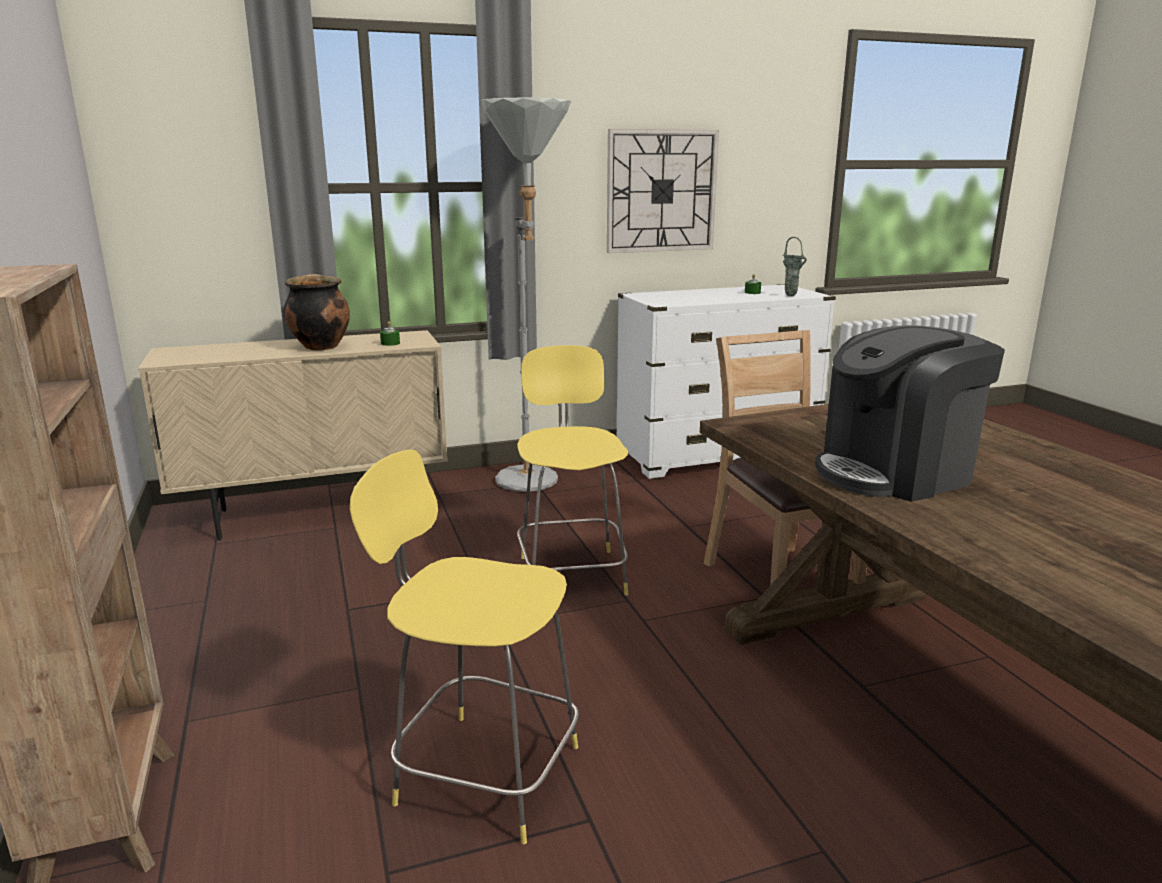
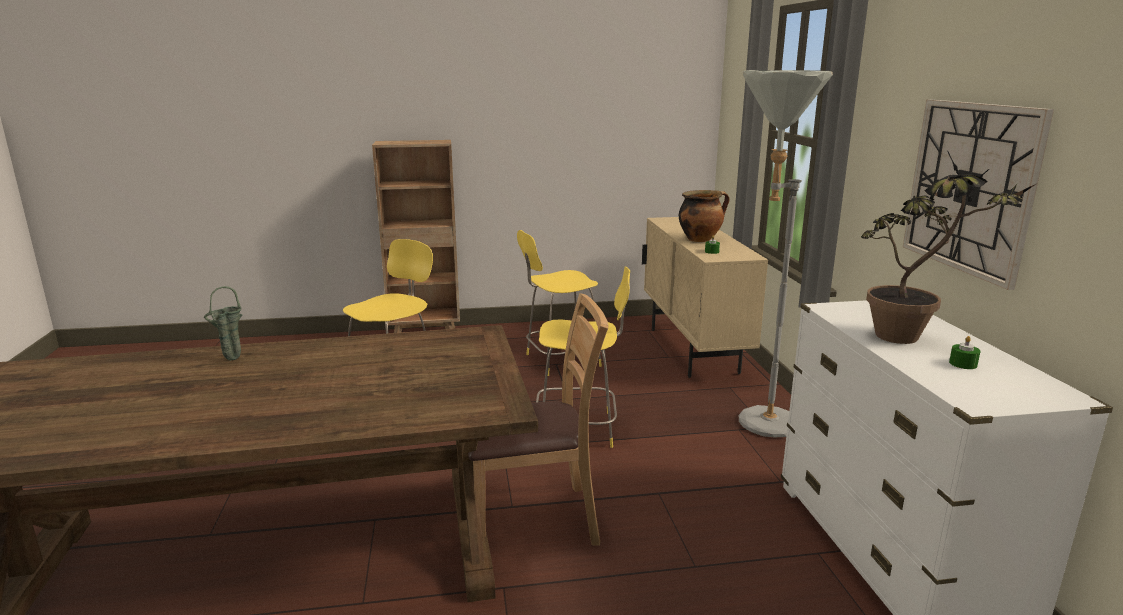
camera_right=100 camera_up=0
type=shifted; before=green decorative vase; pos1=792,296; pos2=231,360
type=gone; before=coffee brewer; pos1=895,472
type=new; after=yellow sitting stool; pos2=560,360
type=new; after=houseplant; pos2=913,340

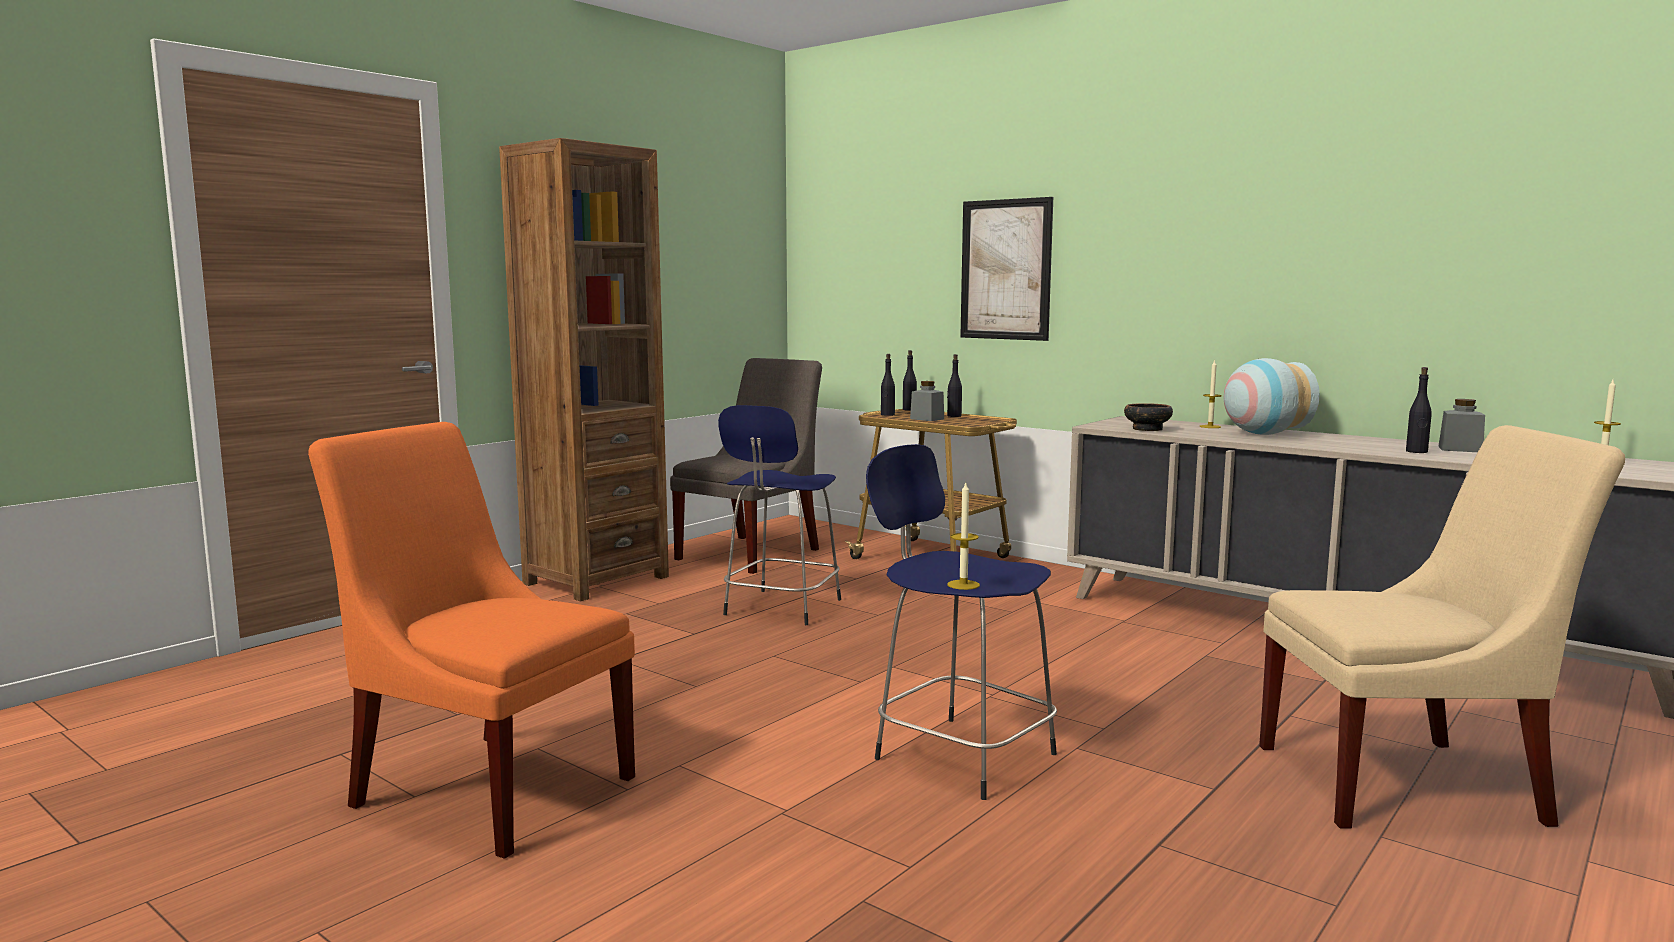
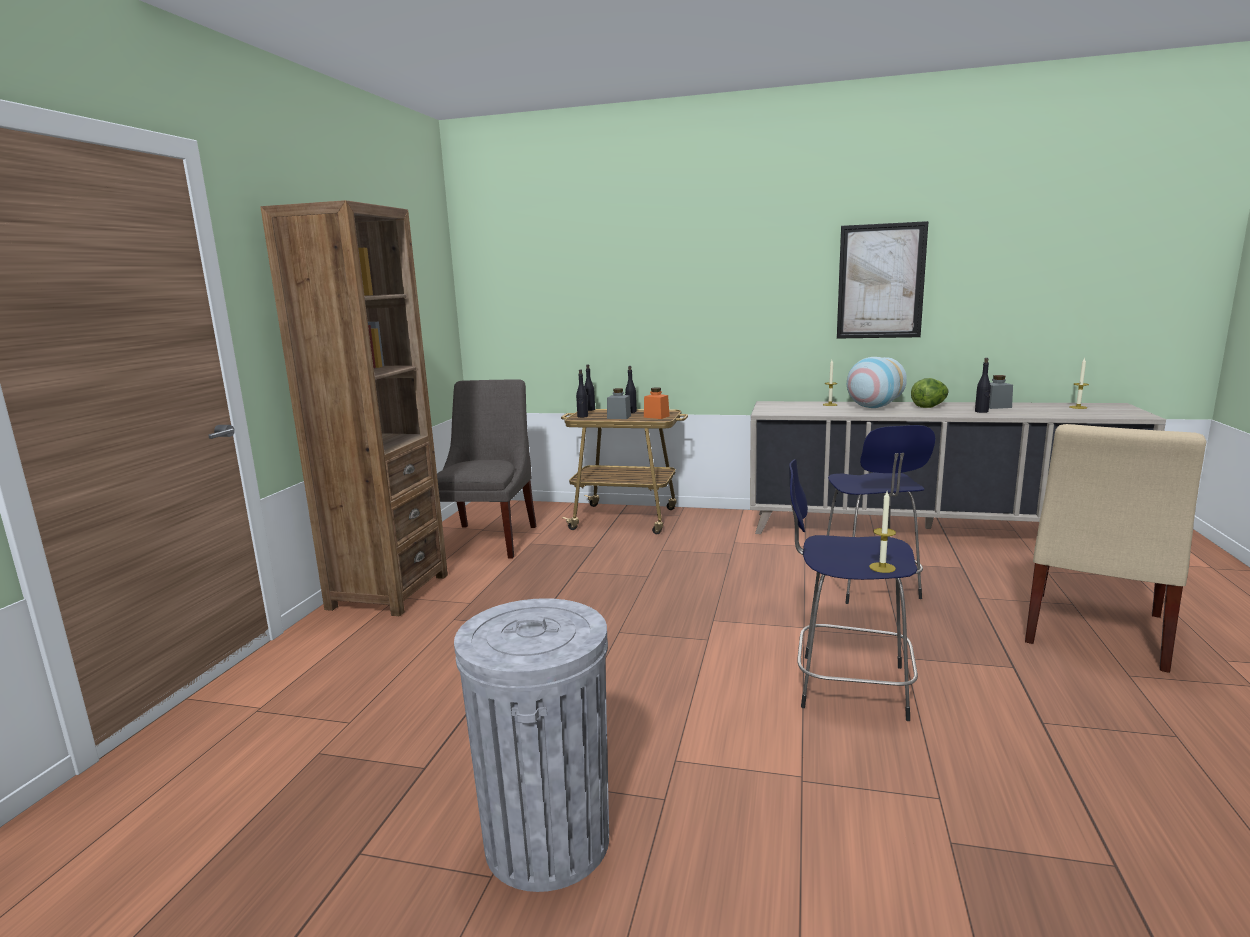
camera_right=-25 camera_up=5
type=swapped; before=orange-coloured upright chair; after=gray waste bin; pos1=488,787; pos2=547,840
type=shifted; before=blue sitting stool; pos1=781,608; pos2=870,587
type=shifted; before=wall picture; pos1=1005,269; pos2=880,281
type=gone; before=deep dish; pos1=1146,429
type=rotated; before=beige-coloured upright chair; pos1=1410,783; pos2=1093,631; turn=150
type=new; after=orange-coloured storage jar; pos2=656,416
type=new; after=lettuce; pos2=929,407

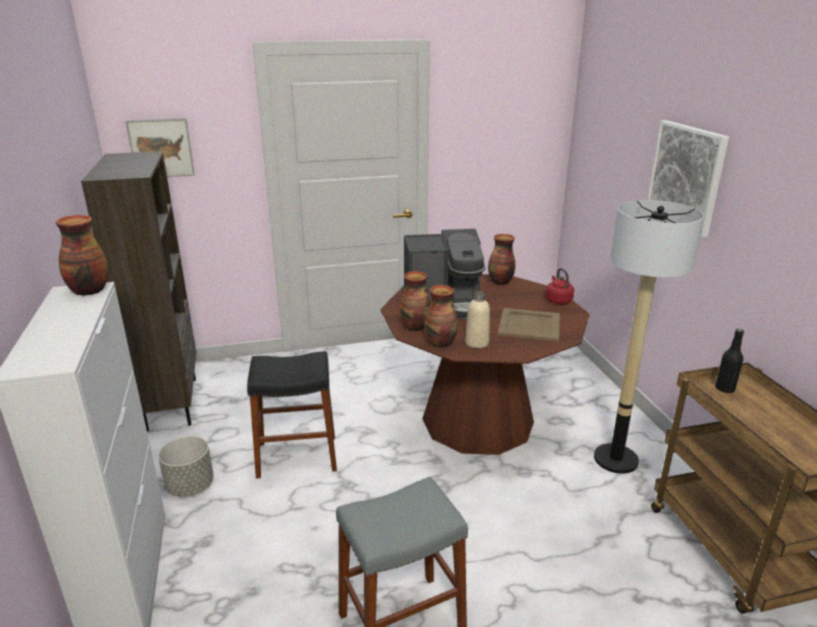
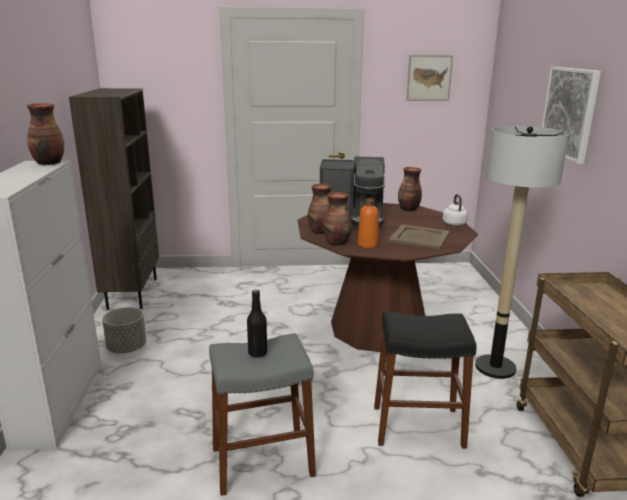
camera_right=10 camera_up=-5
type=shifted; before=wall picture; pos1=161,148; pos2=429,78
type=shifted; before=blackish sitting stool; pos1=297,456; pos2=418,426
type=repainted; before=beige-coloured beverage bottle; after=orange-coloured beverage bottle; pos1=477,343; pos2=367,245
type=repainted; before=red-coloured tea kettle; after=white tea kettle; pos1=558,300; pos2=453,223
type=shifted; before=blackish beverage bottle; pos1=724,389; pos2=257,353

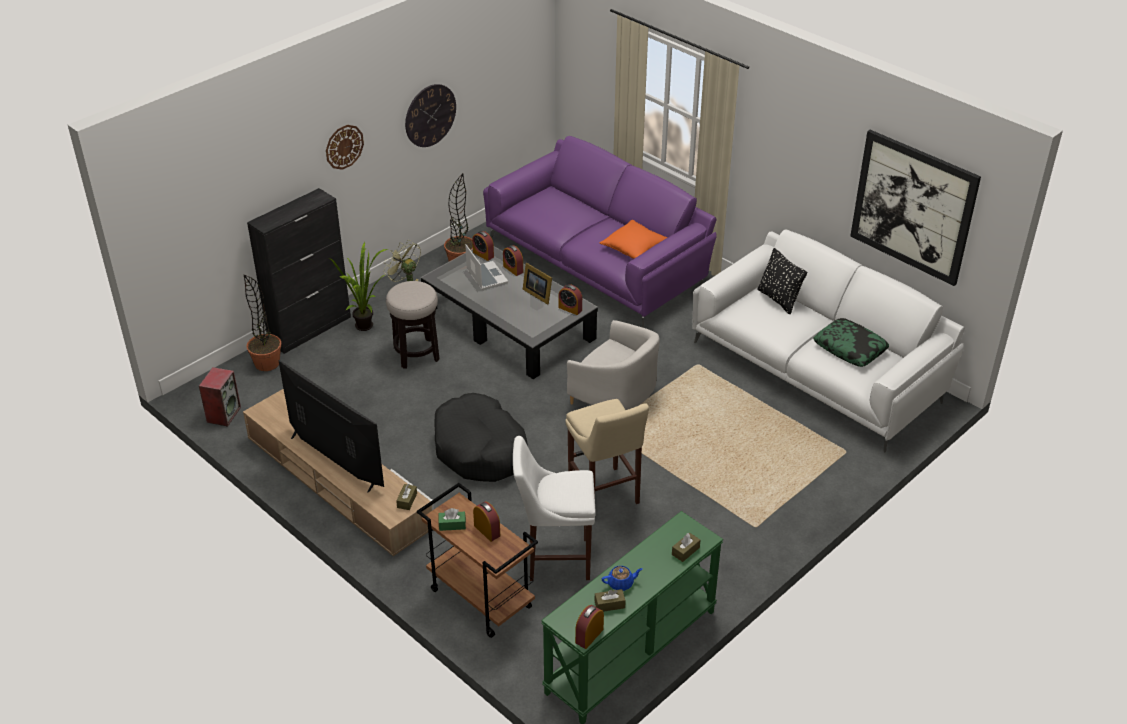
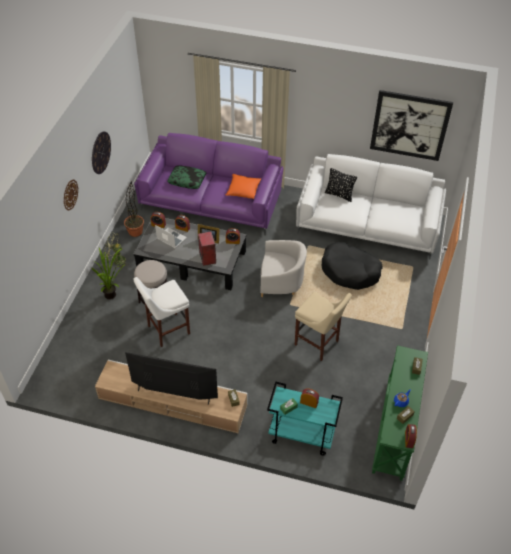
camera_right=-30 camera_up=10
type=shifted; before=speaker; pos1=223,414; pos2=207,258
type=gone; before=houseplant; pos1=267,363
type=gone; before=blackish cabinet; pos1=310,329
type=repainted; before=brown trolley; after=turquoise-coloured trolley; pos1=479,598; pos2=300,435
type=shifted; before=blackish pet bed; pos1=481,449; pos2=350,271
type=shifted; before=white sitting stool; pos1=555,559; pos2=166,330
type=shifted; before=throw pillow; pos1=850,348; pos2=187,180

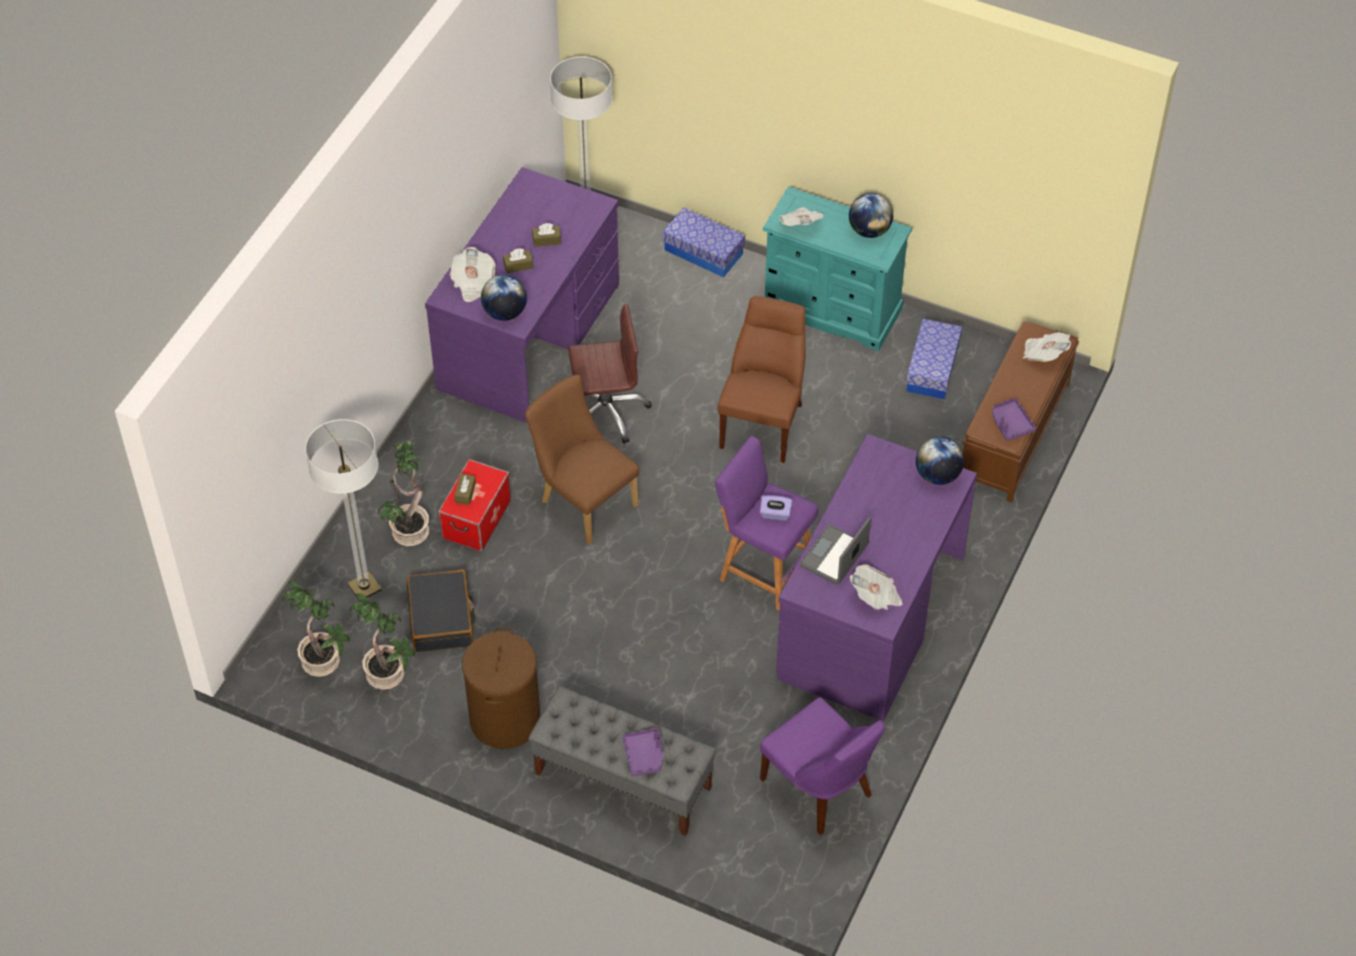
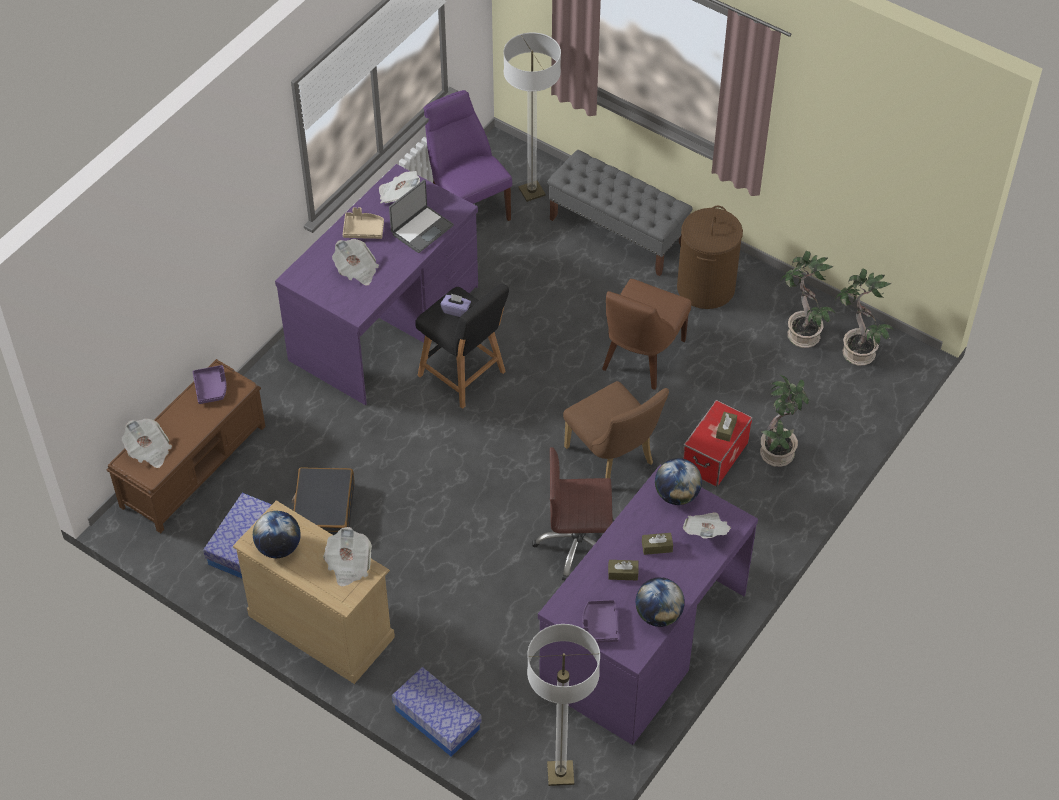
camera_right=-170 camera_up=0
type=shifted; before=standard lamp; pos1=364,587; pos2=532,192
type=shifted; before=blackish piece of luggage; pos1=441,619; pos2=323,511
type=shifted; before=purple-coloured tray; pos1=644,755; pos2=599,625
type=repainted; before=purple-coloured sitting stool; after=blackish sitting stool; pos1=763,568; pos2=464,376
type=shifted; before=brown upright chair; pos1=763,422; pos2=641,357
type=repainted; before=turquoise-coloured chest of drawers; after=beige-coloured chest of drawers; pos1=831,309; pos2=321,626
type=shifted; before=desk globe; pos1=937,475; pos2=658,614
type=new; after=daily paper; pos2=356,270
type=new; after=beige-coloured tray; pos2=363,230

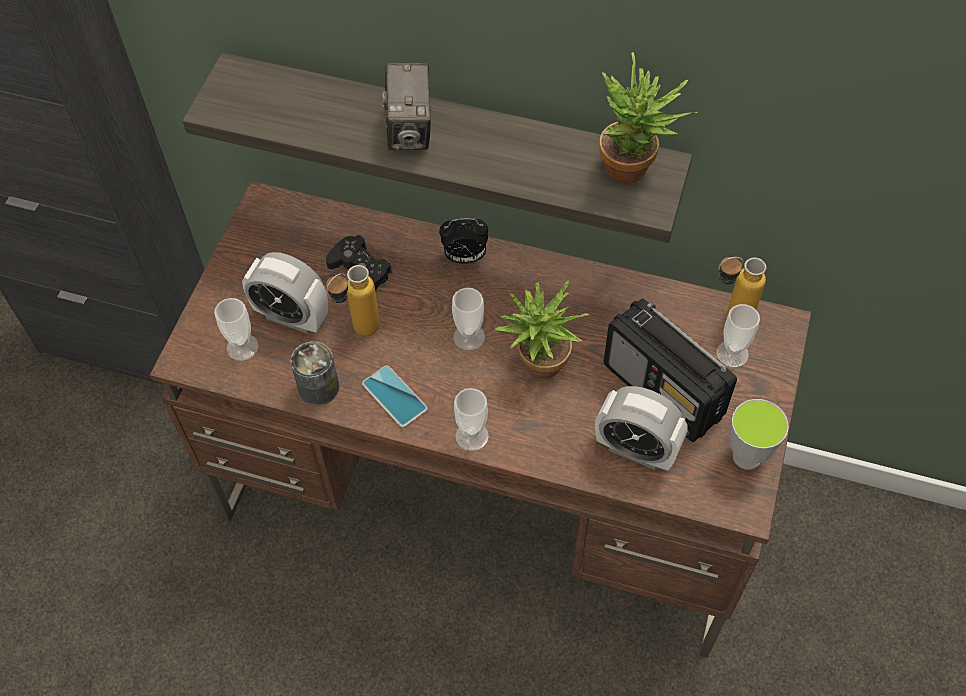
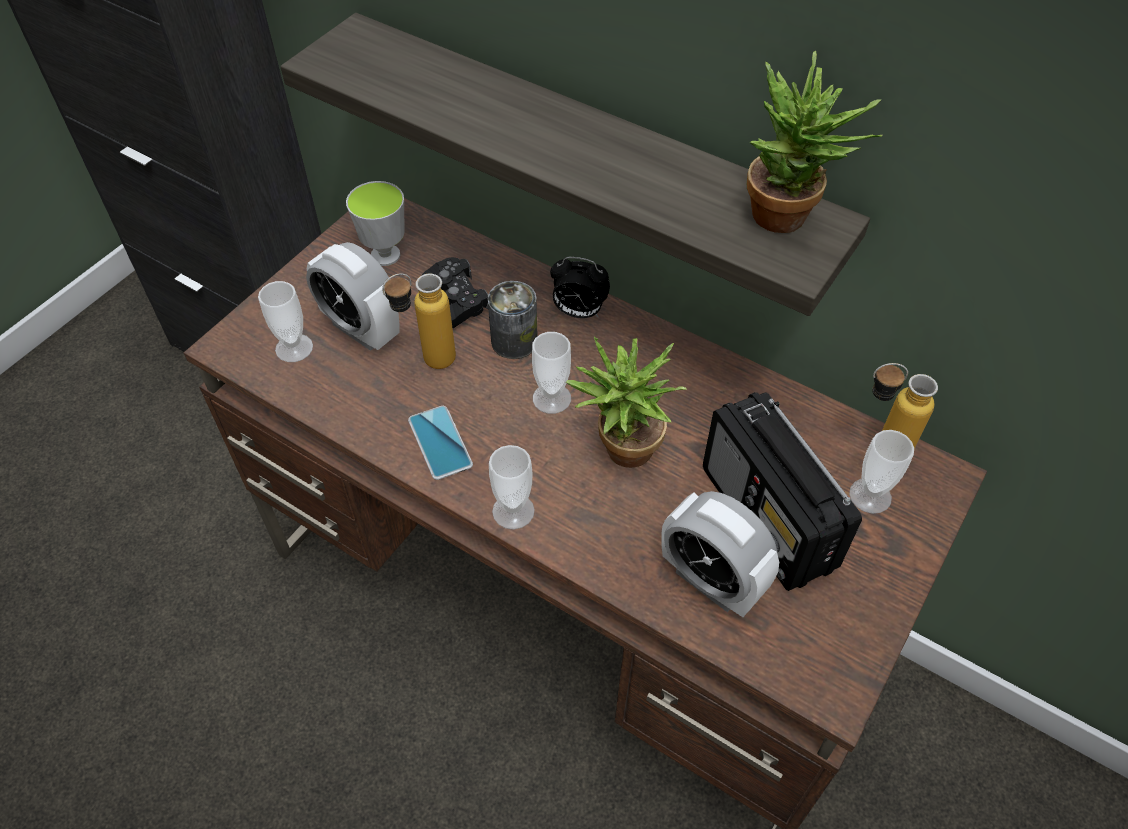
camera_right=15 camera_up=-5
type=shifted; before=can; pos1=318,387; pos2=514,341
type=gone; before=photo camera; pos1=410,131
type=shifted; before=small cup; pos1=747,457; pos2=385,255

